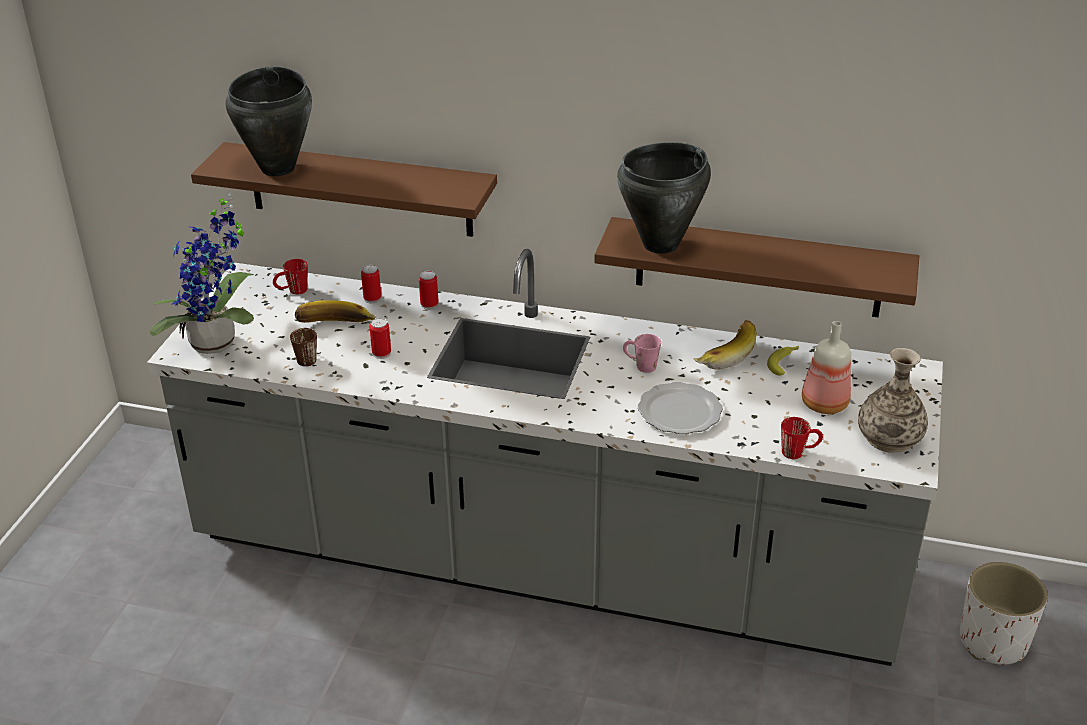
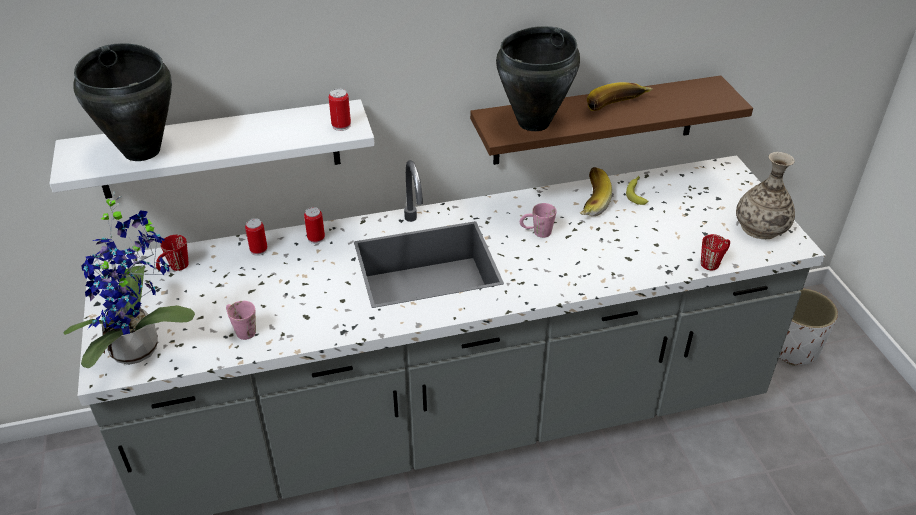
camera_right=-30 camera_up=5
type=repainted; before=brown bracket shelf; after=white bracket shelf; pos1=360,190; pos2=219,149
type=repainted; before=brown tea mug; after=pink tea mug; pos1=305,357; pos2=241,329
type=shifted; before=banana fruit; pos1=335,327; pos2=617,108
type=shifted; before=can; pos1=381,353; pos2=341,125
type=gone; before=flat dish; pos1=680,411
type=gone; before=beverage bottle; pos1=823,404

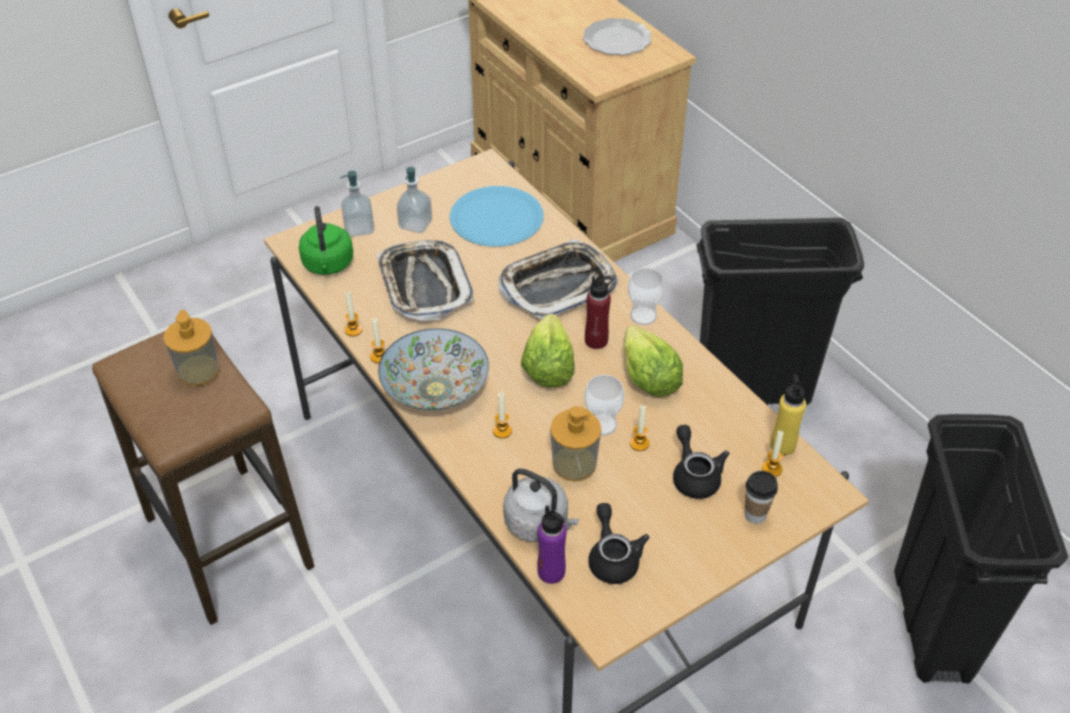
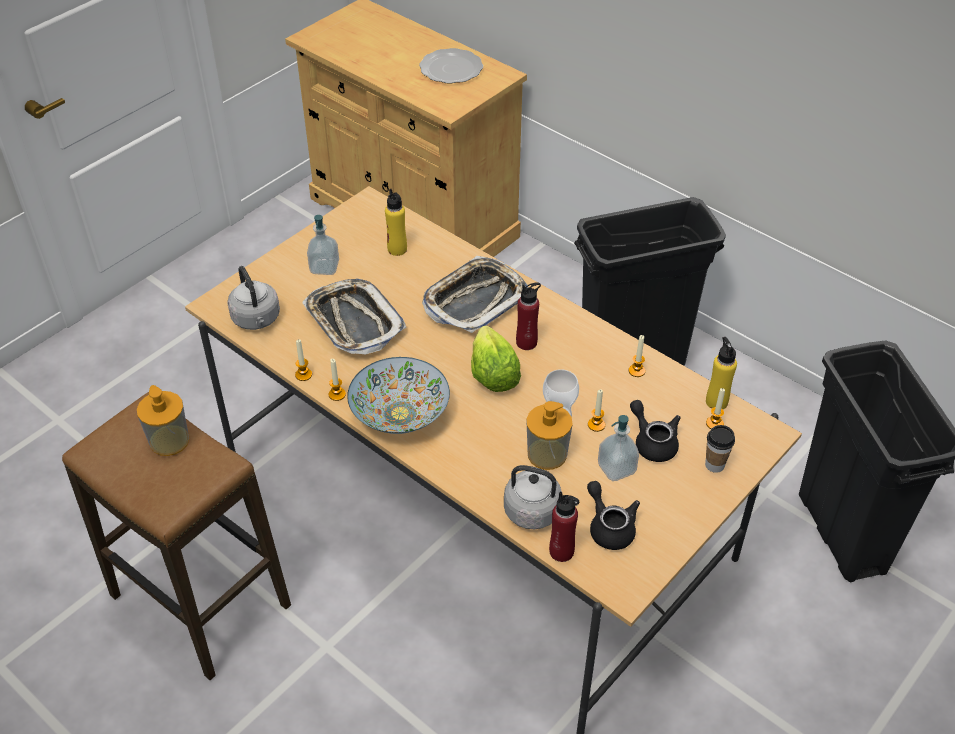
camera_right=-15 camera_up=0
type=repainted; before=green tea kettle; after=gray tea kettle; pos1=328,265; pos2=257,320
type=shifted; before=soap bottle; pos1=359,228; pos2=616,468
type=swapped; before=blue flat dish; after=yellow beverage bottle; pos1=496,218; pos2=397,249
type=shifted; before=candle; pos1=502,431; pos2=636,371
type=repainted; before=purple-coloured beverage bottle; after=red-coloured beverage bottle; pos1=551,572; pos2=561,551
type=gone; before=lettuce; pos1=647,377
type=gone; before=small cup; pos1=643,316

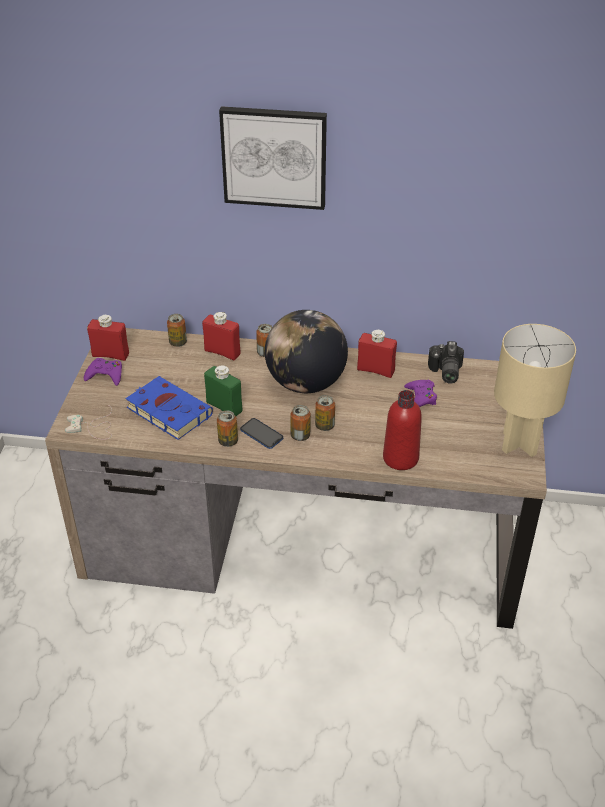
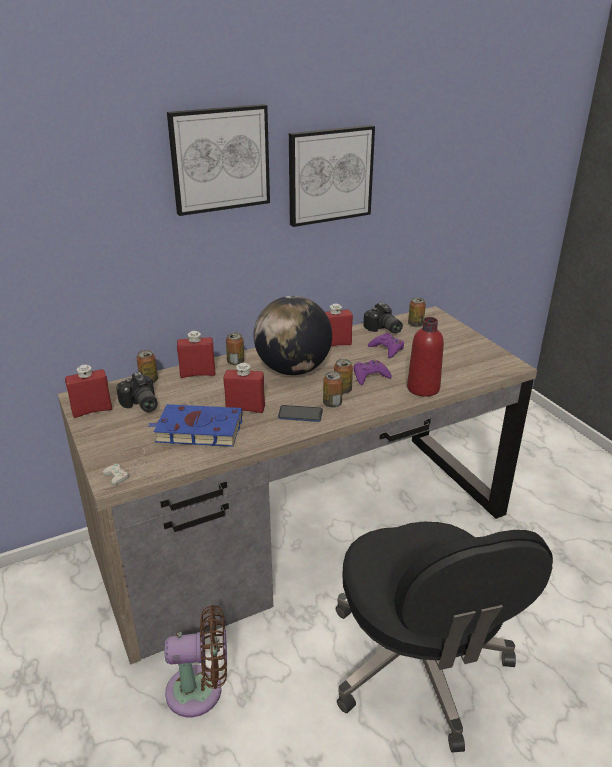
camera_right=-35 camera_up=-10
type=shifted; before=purple-coloured gamepad; pos1=105,375; pos2=370,376
type=repainted; before=green beverage bottle; after=red-coloured beverage bottle; pos1=224,407; pos2=245,408
type=shifted; before=can; pos1=228,441; pos2=415,324
type=gone; before=beige-coloured tabletop lamp; pos1=519,443
type=new; after=photo camera; pos2=140,405
type=new; after=brown cooling fan; pos2=200,690
type=new; after=wall picture; pos2=329,175
type=new; after=blackish office chair; pos2=418,664

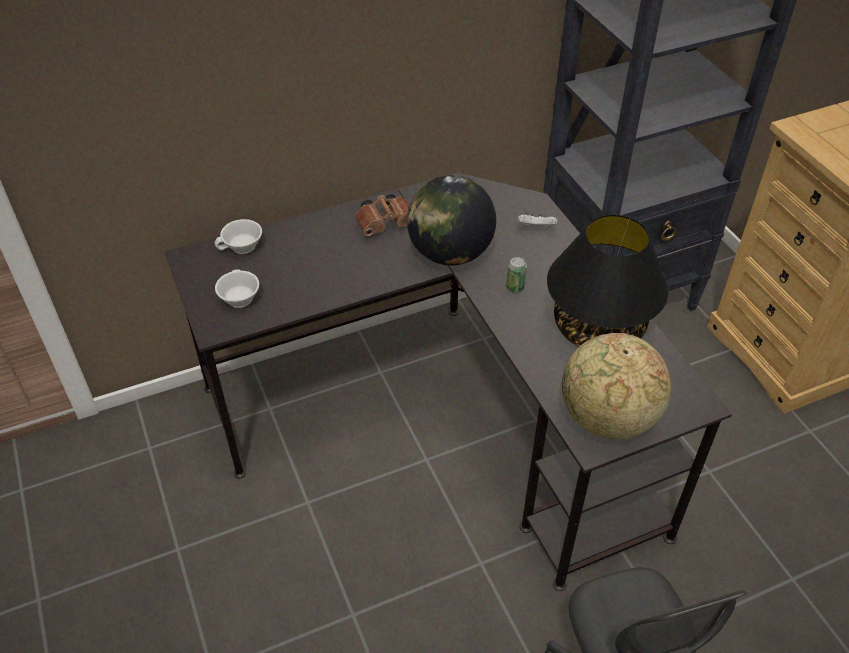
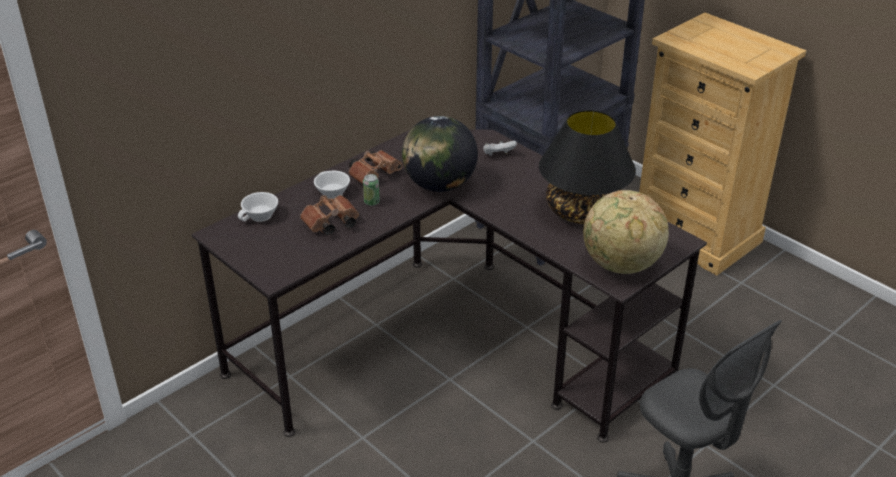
camera_right=-20 camera_up=-10
type=shifted; before=white small cup; pos1=238,298; pos2=331,193
type=shifted; before=can; pos1=515,287; pos2=371,202
type=new; after=brown field glasses; pos2=330,225

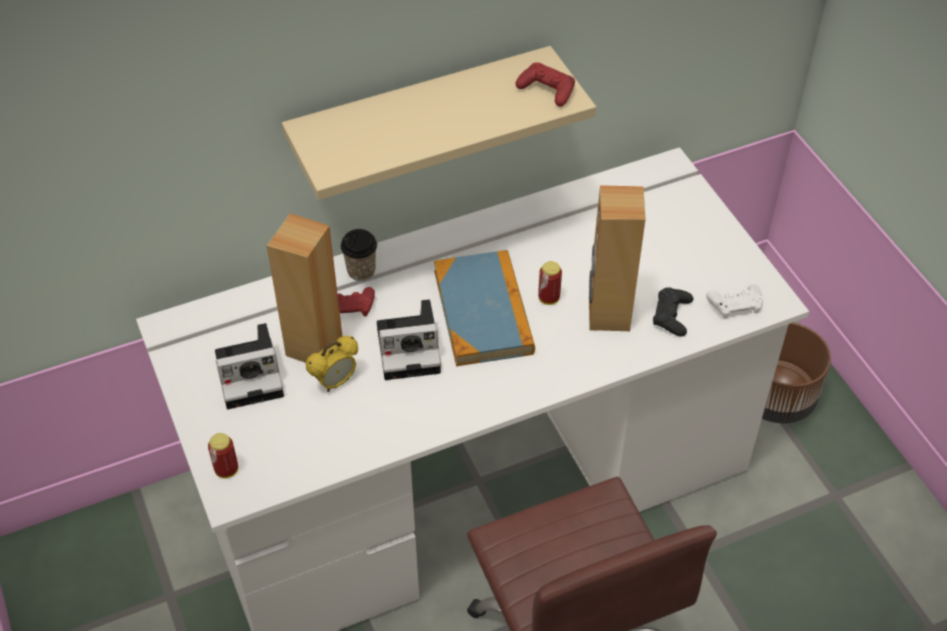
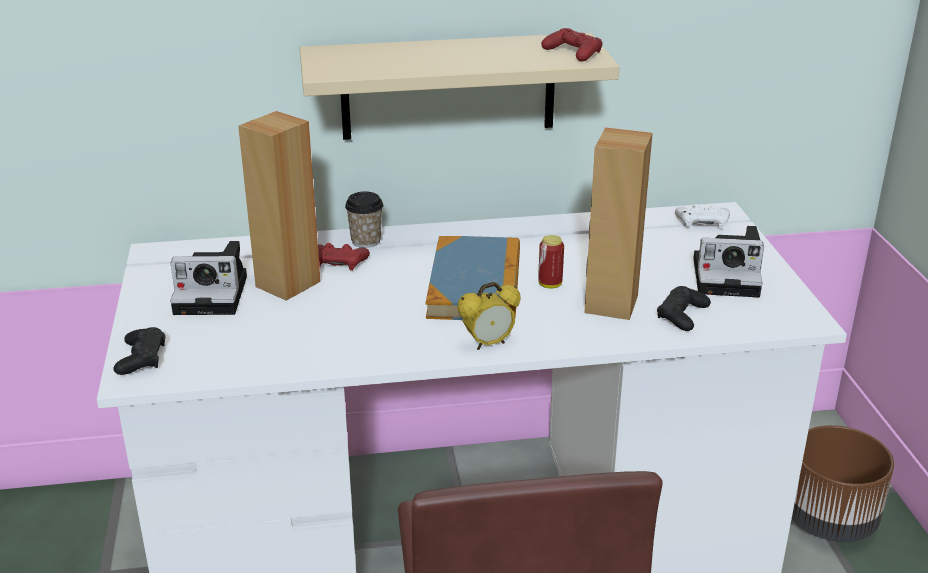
camera_right=15 camera_up=-20
type=swapped; before=can; after=blackish gamepad; pos1=226,470; pos2=141,358
type=shifted; before=table clock; pos1=335,382; pos2=488,344
type=shifted; before=photo camera; pos1=411,348; pos2=729,277
type=shifted; before=white gamepad; pos1=735,304; pos2=702,222

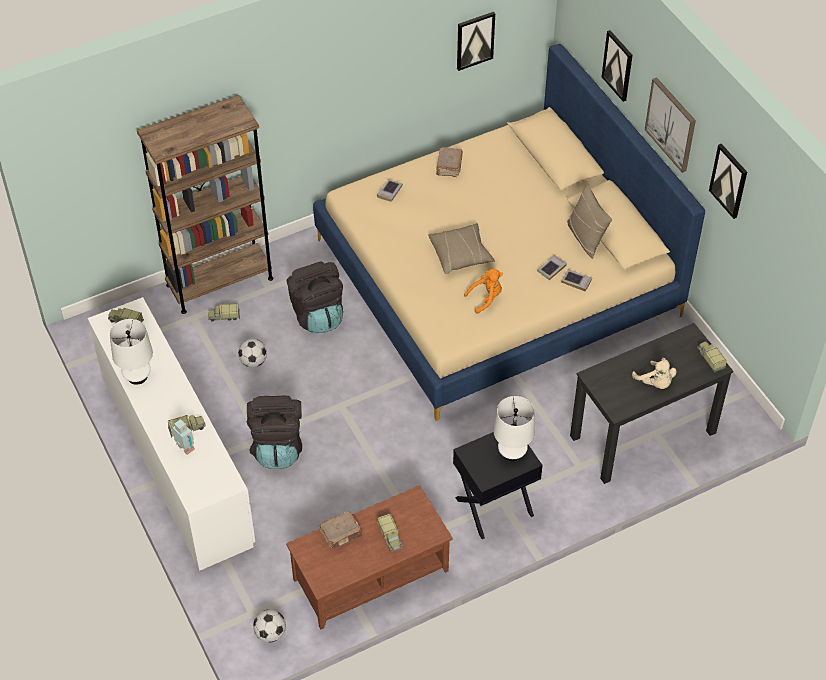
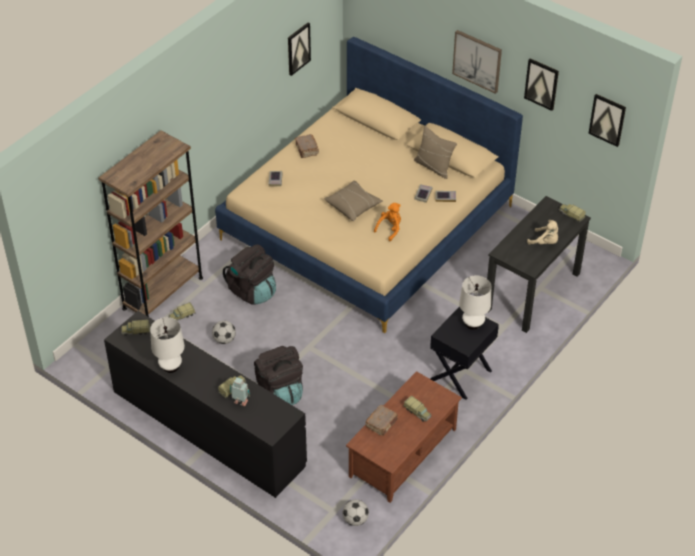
camera_right=-25 camera_up=-5
type=repainted; before=white chest of drawers; after=blackish chest of drawers; pos1=175,459; pos2=208,428
type=shifted; before=wall picture; pos1=618,65; pos2=607,119

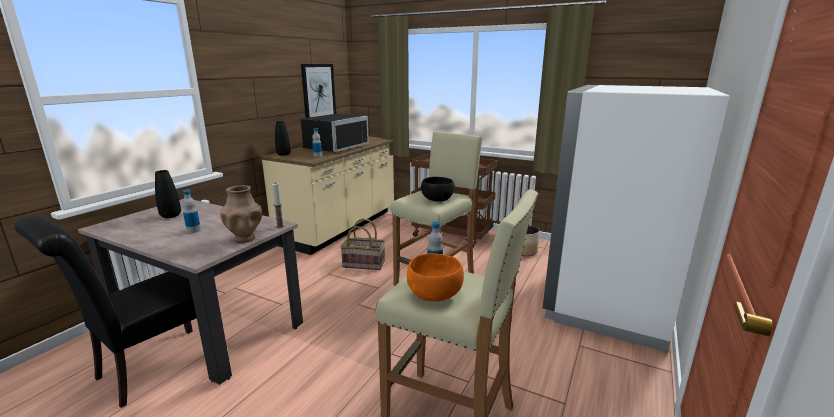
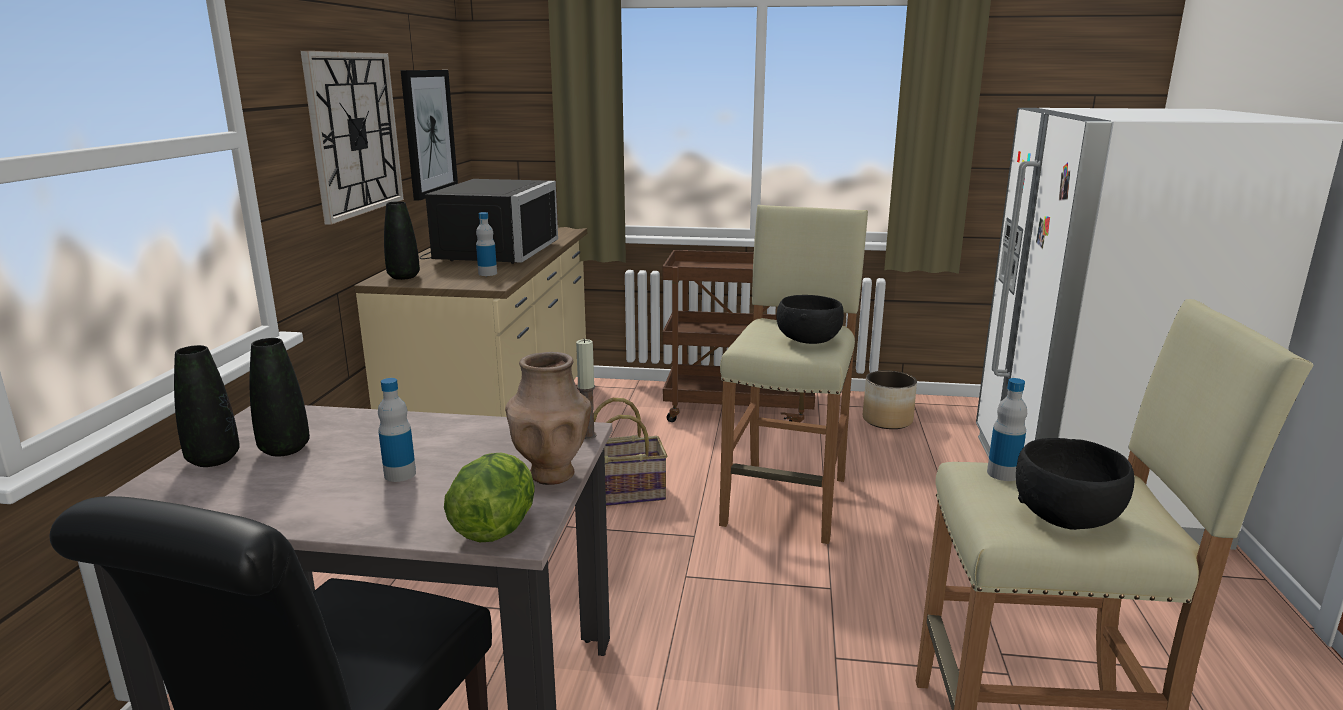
camera_right=-20 camera_up=0
type=repainted; before=orange-coloured deep dish; after=blackish deep dish; pos1=435,294; pos2=1067,516
type=new; after=blackish decorative vase; pos2=213,459
type=new; after=hanging clock; pos2=354,133
type=new; after=lettuce; pos2=495,528

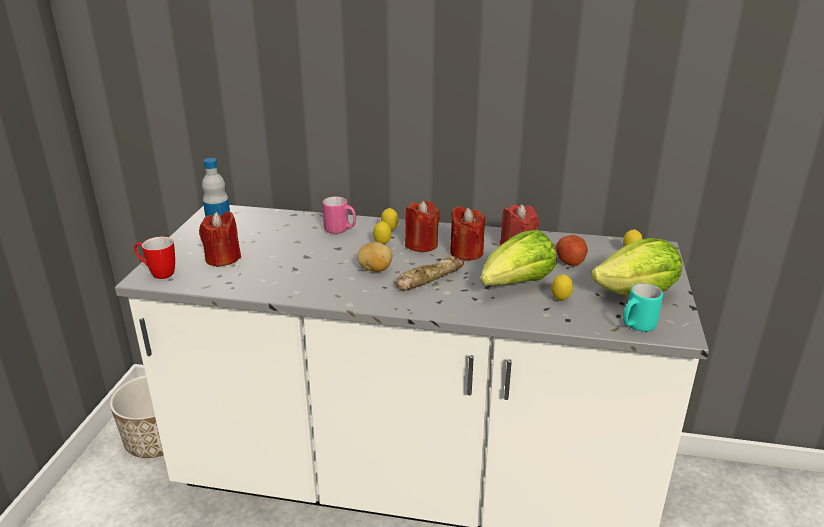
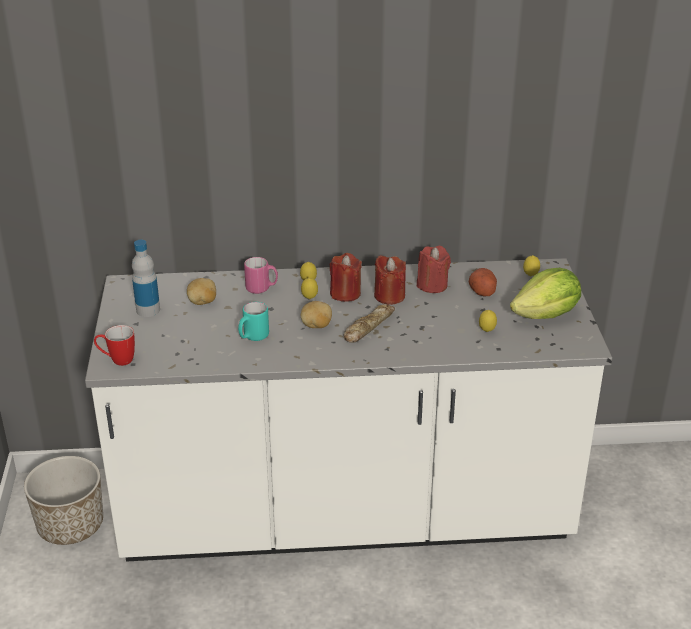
camera_right=-15 camera_up=5
type=gone; before=red-coloured candle; pos1=223,258
type=gone; before=lettuce; pos1=516,285
type=shifted; before=turquoise-coloured tea mug; pos1=636,326; pos2=253,337
type=new; after=whole potato; pos2=202,302

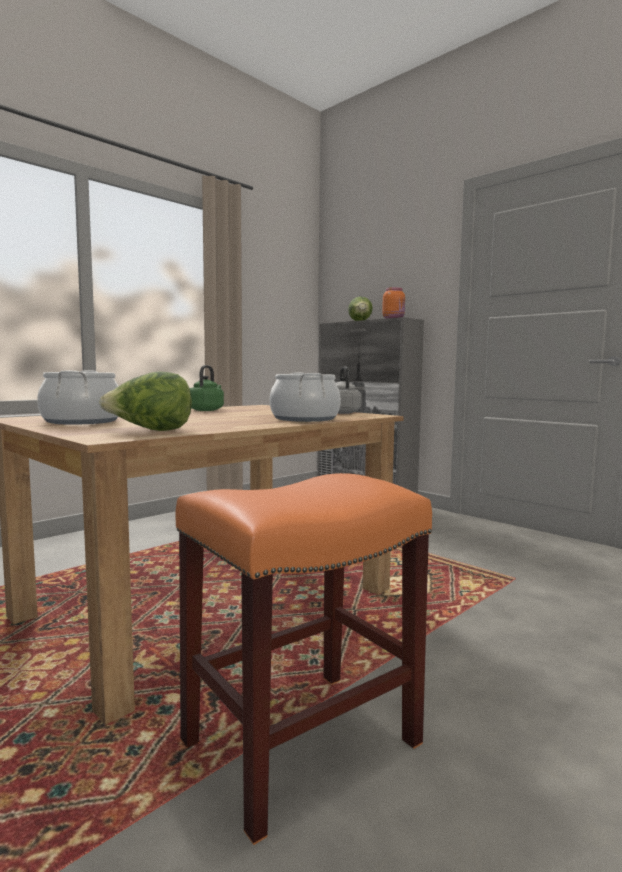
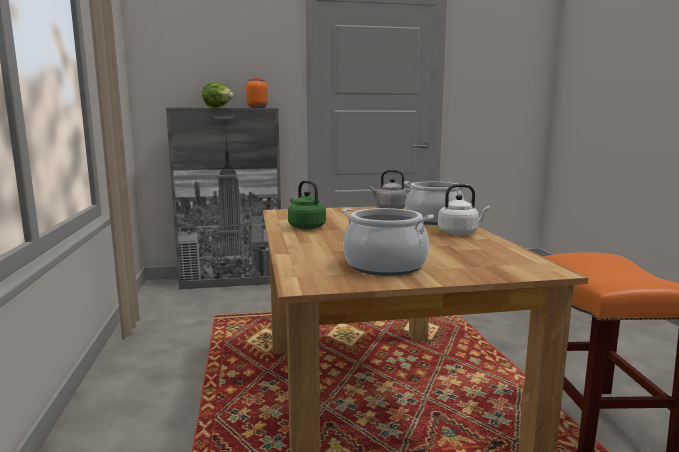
camera_right=-55 camera_up=5
type=gone; before=lettuce; pos1=151,431
type=new; after=white tea kettle; pos2=460,232

